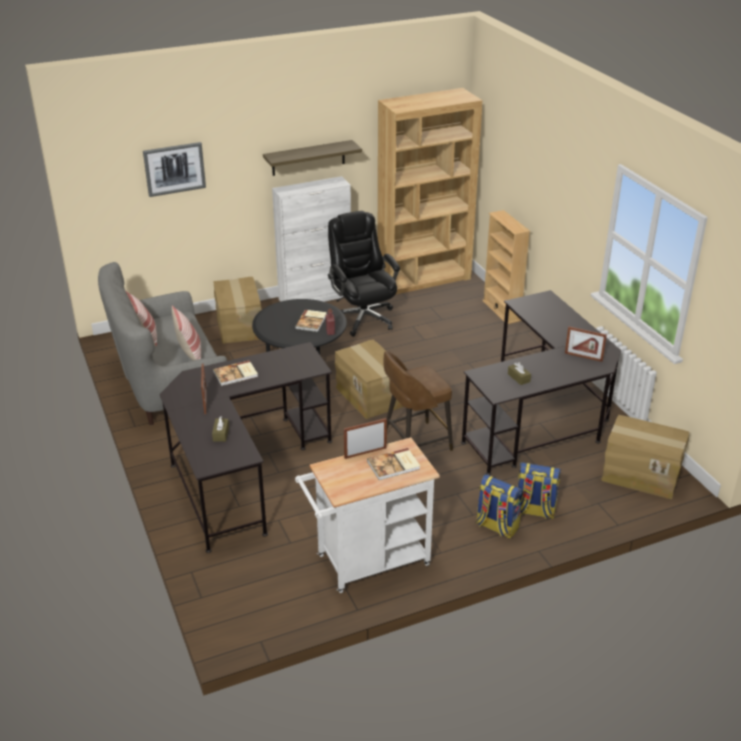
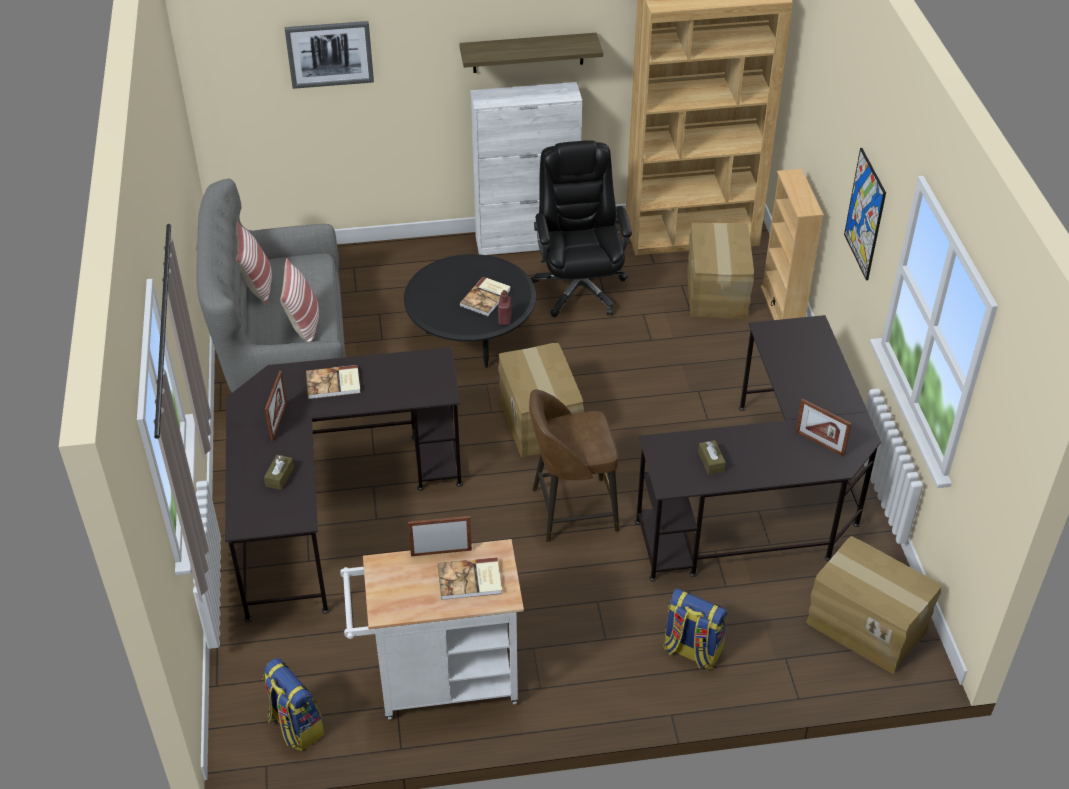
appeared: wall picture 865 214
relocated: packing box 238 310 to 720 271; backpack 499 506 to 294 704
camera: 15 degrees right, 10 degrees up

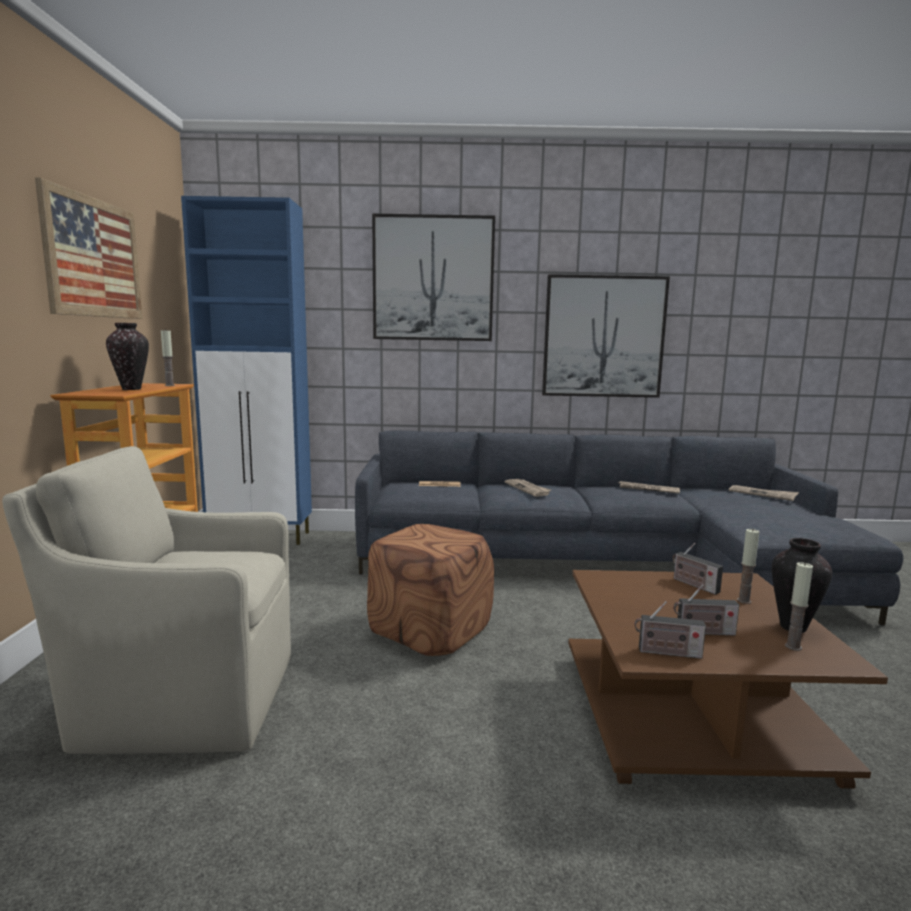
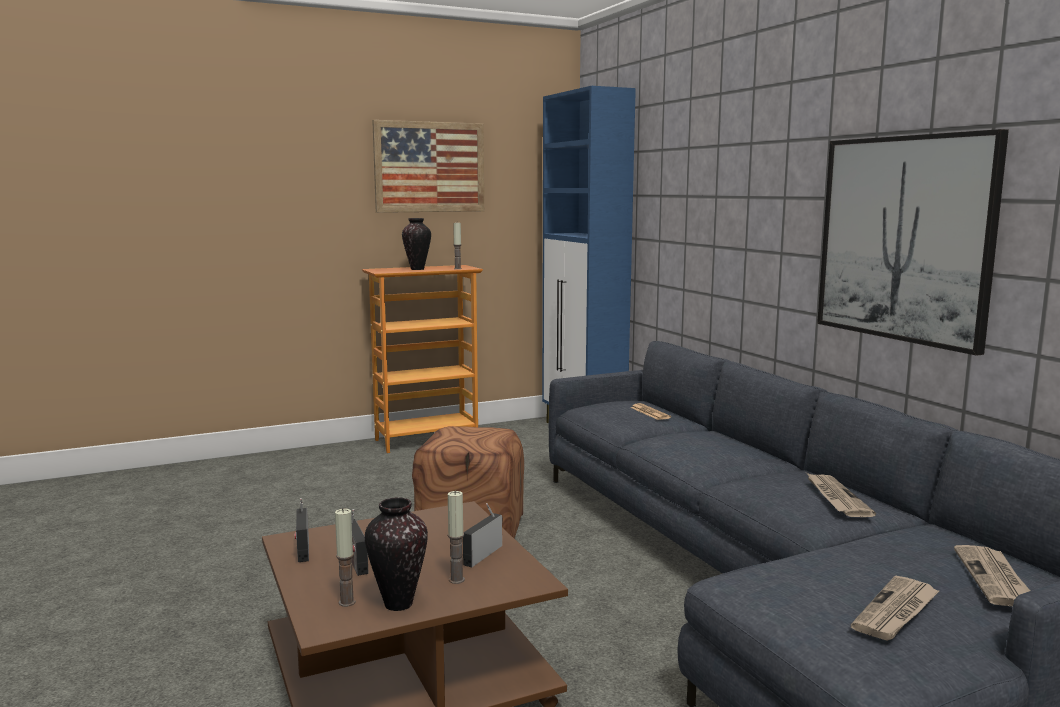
missing: lounge chair (sand-coloured) 146 600; wall picture 433 277
relocated: daily paper 528 488 to 895 608
camera: 65 degrees right, 0 degrees up

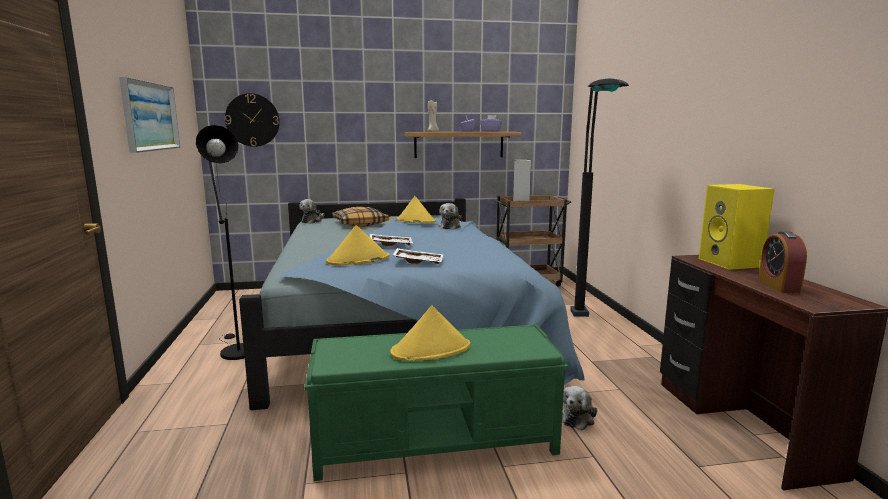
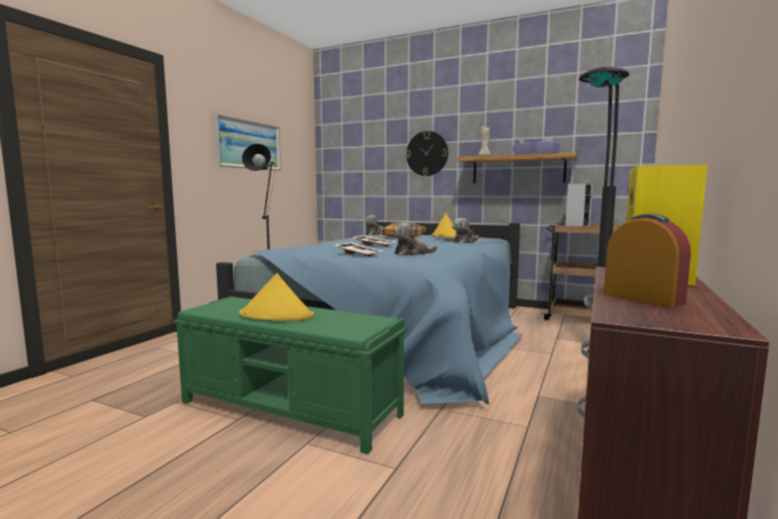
missing: hat (yellow) 358 245
relocated: clock on the wall 252 120 to 427 153; soft toy 579 408 to 415 239
spun: table clock 782 262 = 647 260 105 degrees clockwise
camera: 35 degrees right, 5 degrees down

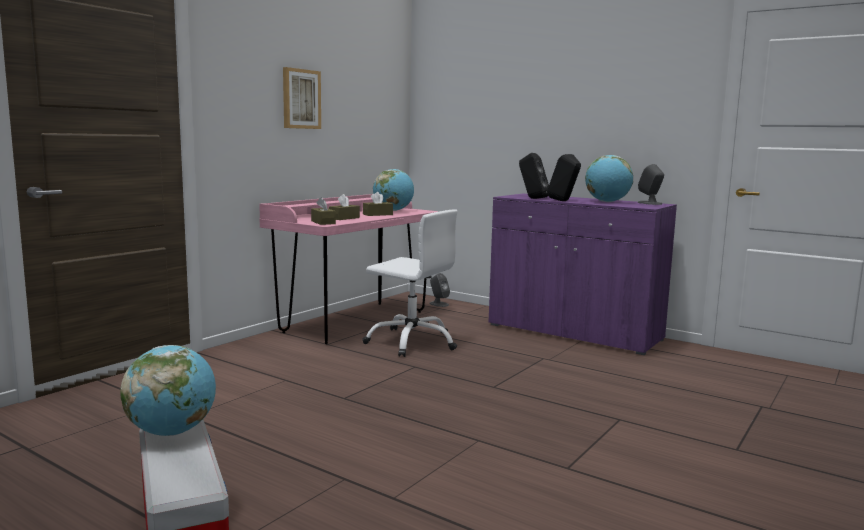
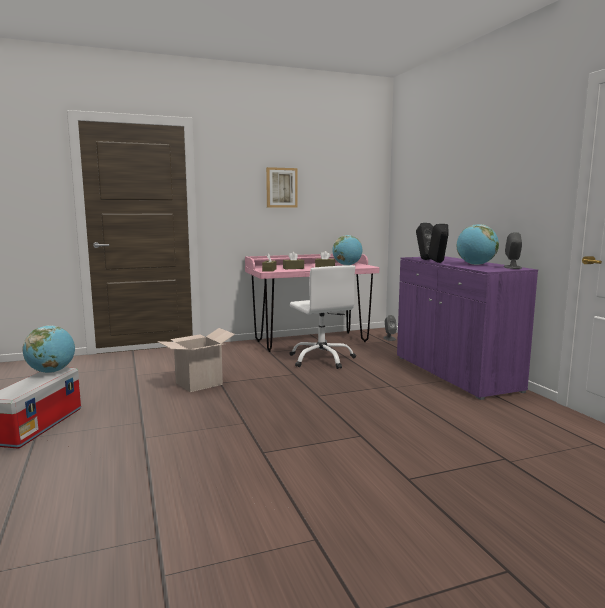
appeared: packing box 196 360
camera: 35 degrees right, 0 degrees up

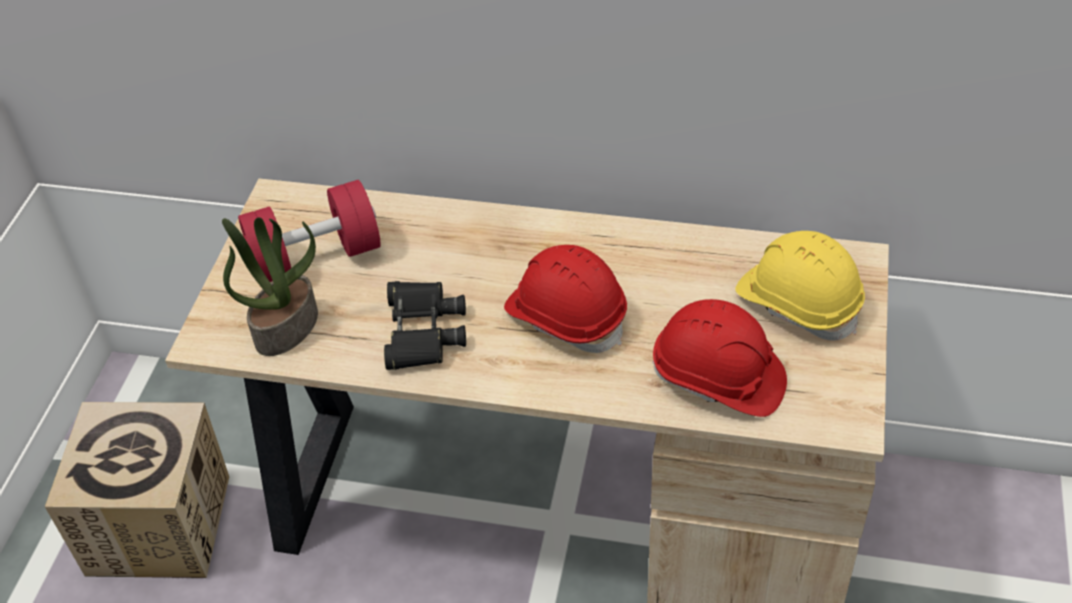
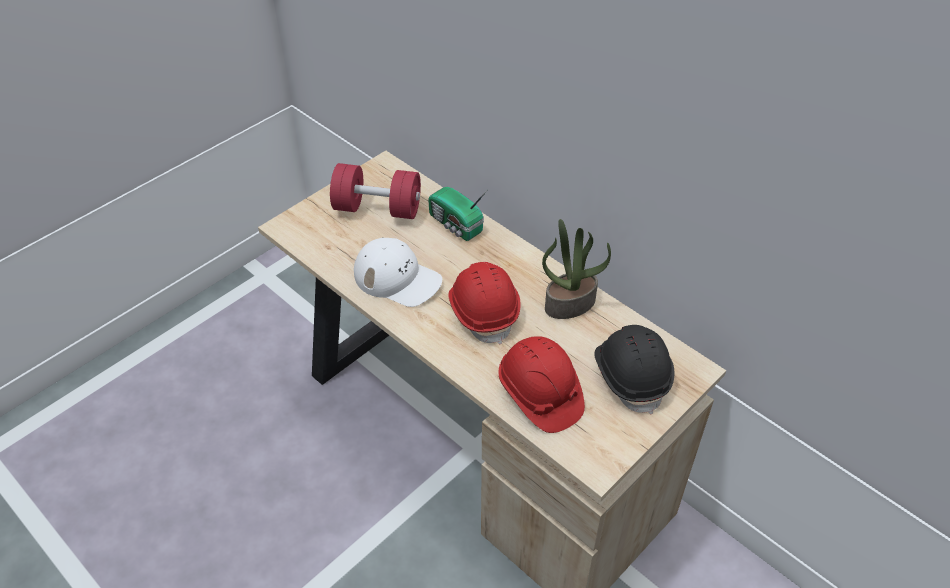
missing: packing box 137 490
appeared: radio 457 214
relocated: potted plant 270 286 to 576 269
exchanged: pair of binoculars (black) 425 325 to peaked cap (white-coloured) 398 272
colour: work helmet (yellow) 800 286 to work helmet (black) 634 370
camera: 30 degrees right, 0 degrees up

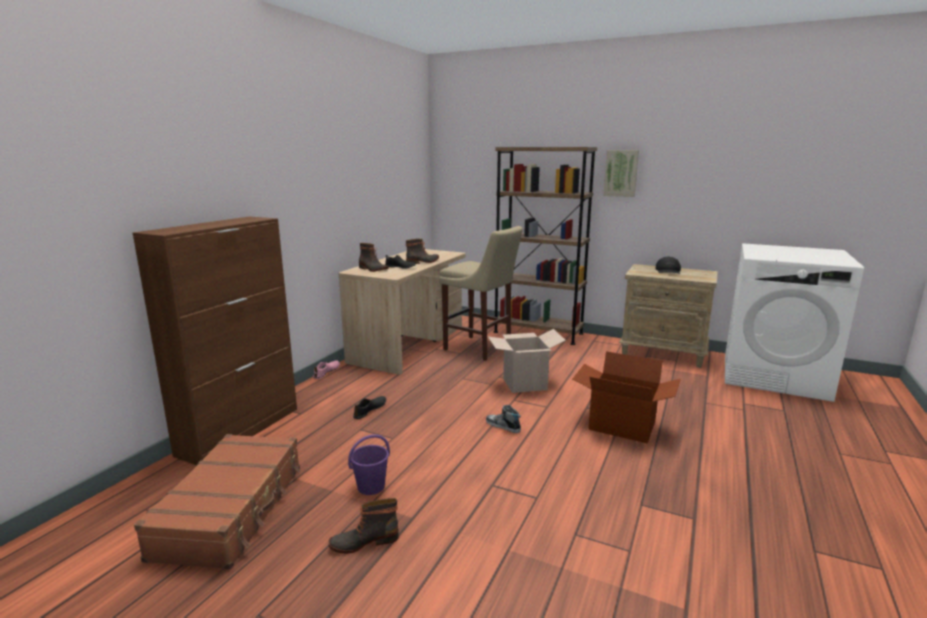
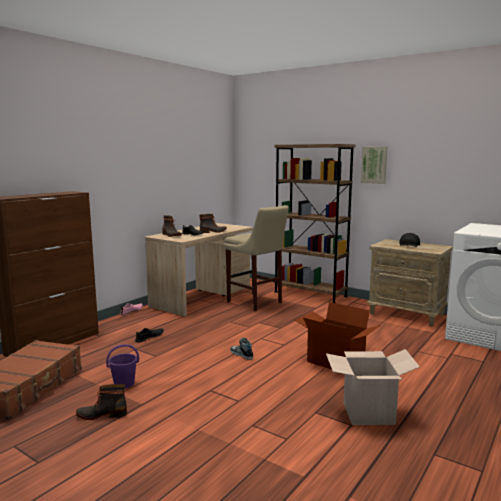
relocated: packing box 527 361 to 373 387
camera: 10 degrees right, 5 degrees down

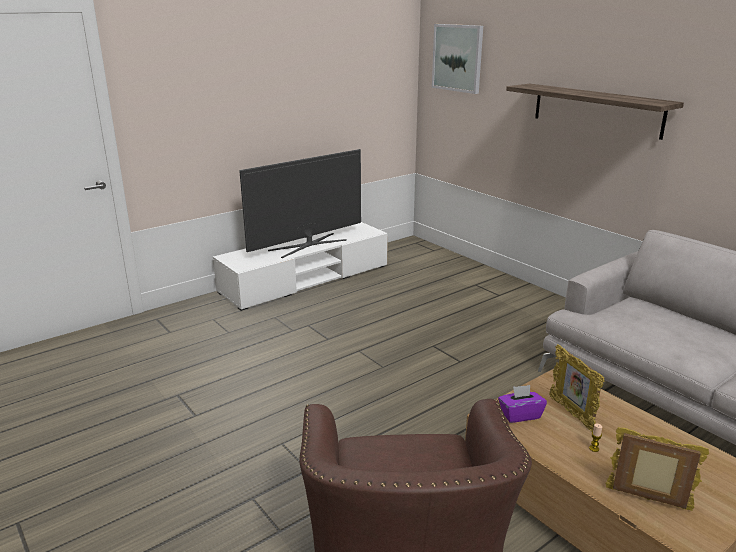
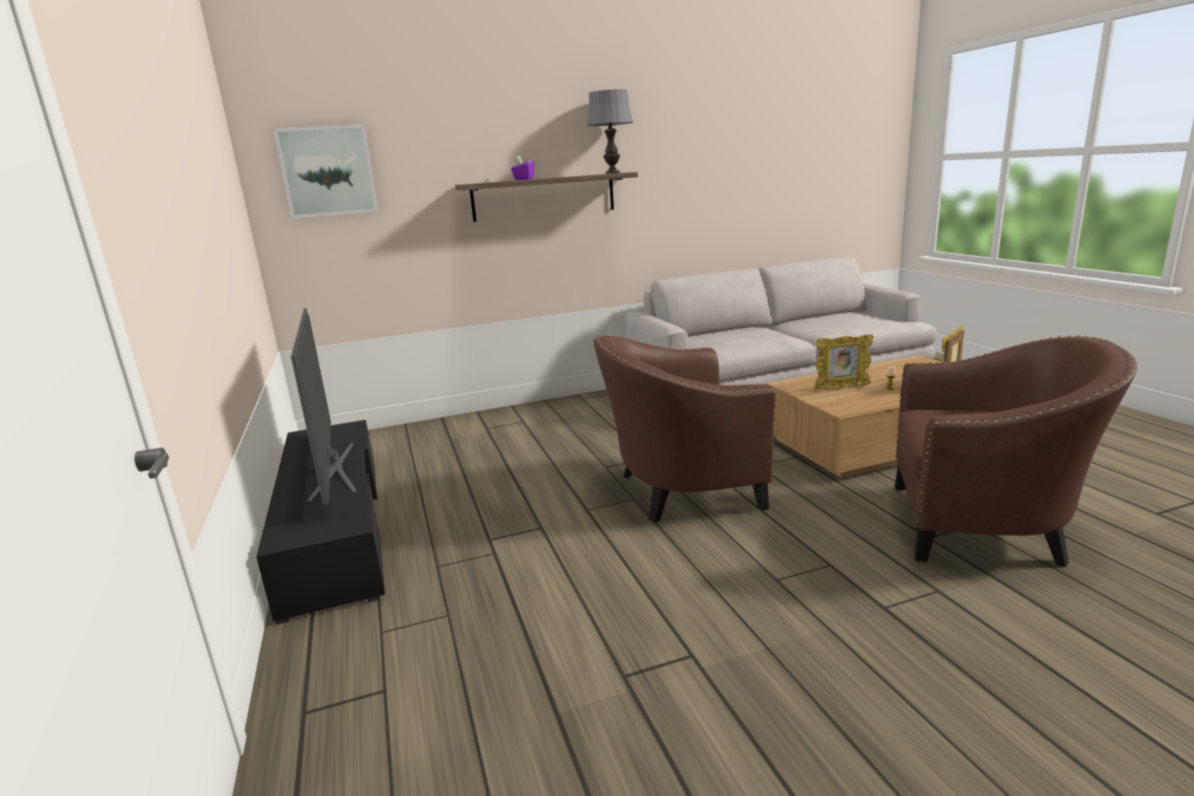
appeared: table lamp (grey) 610 131; lounge chair (brown-coloured) 685 428
relocated: box of tissues (purplish) 522 404 to 522 168
colour: media console (white-coloured) 300 266 to media console (black) 320 522
camera: 70 degrees left, 5 degrees down

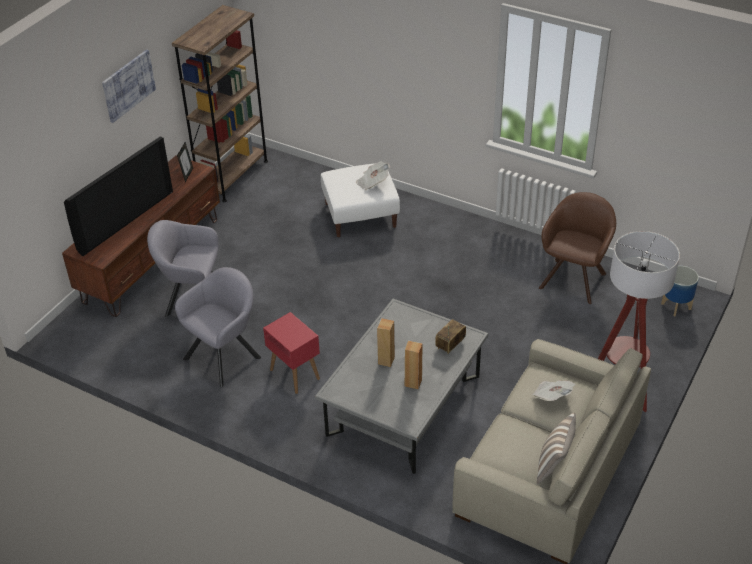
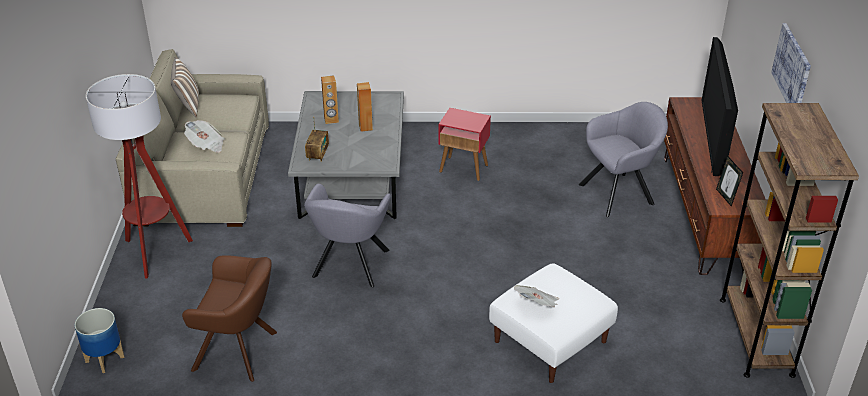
relocated: lounge chair (grey) 218 327 to 347 235
spun: lounge chair (brown-coloured) 577 248 = 229 318 75 degrees counterclockwise
camera: 150 degrees right, 5 degrees down

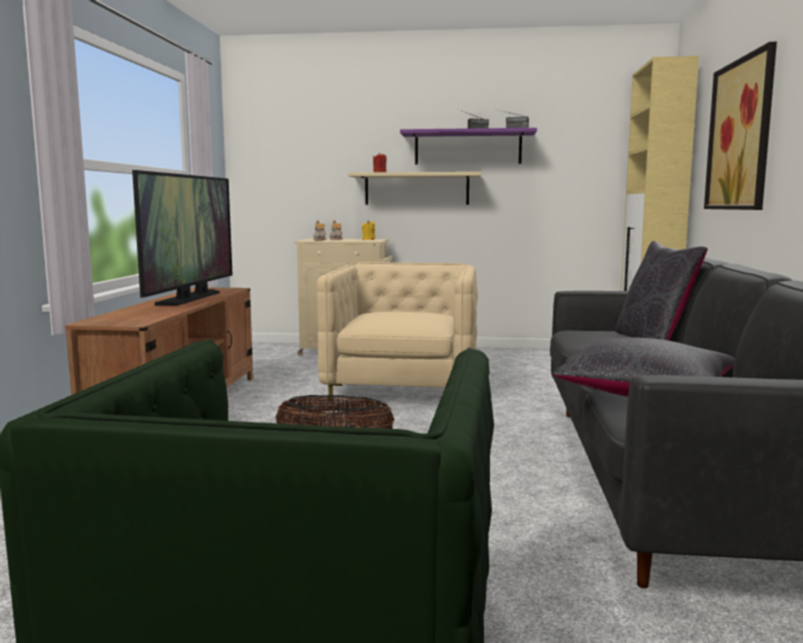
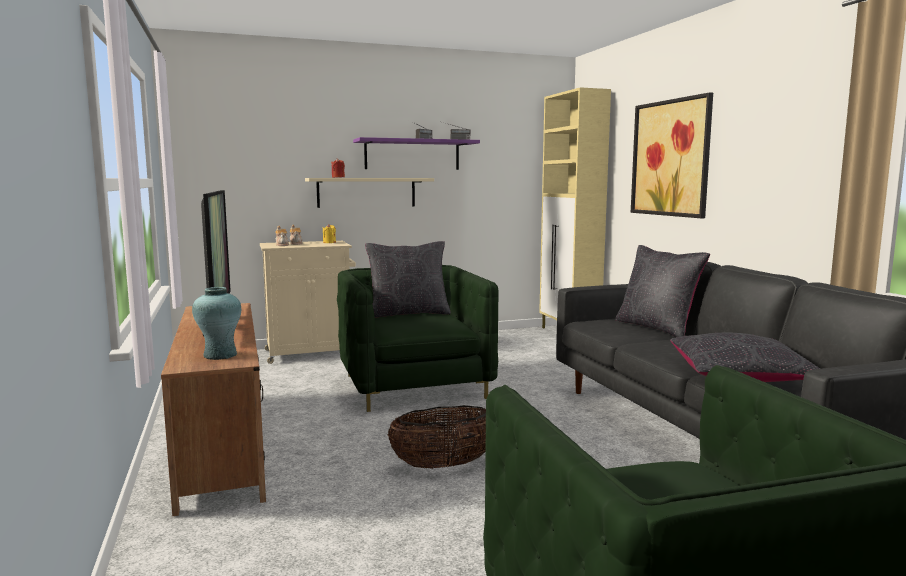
appeared: vase (turquoise-coloured) 216 323; throw pillow (black) 408 279
colour: lounge chair (sand-coloured) 397 332 to lounge chair (green) 418 338
camera: 25 degrees left, 0 degrees up

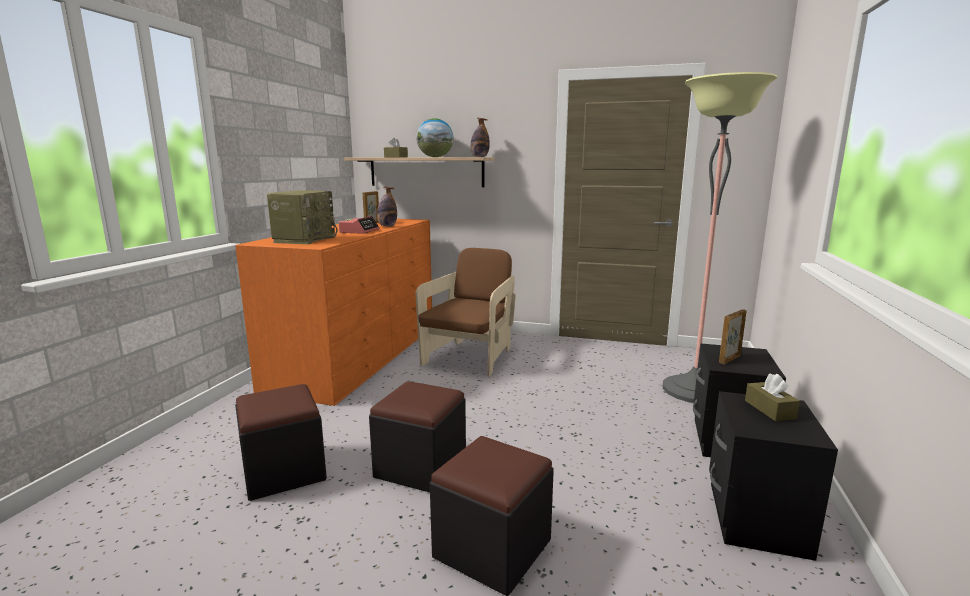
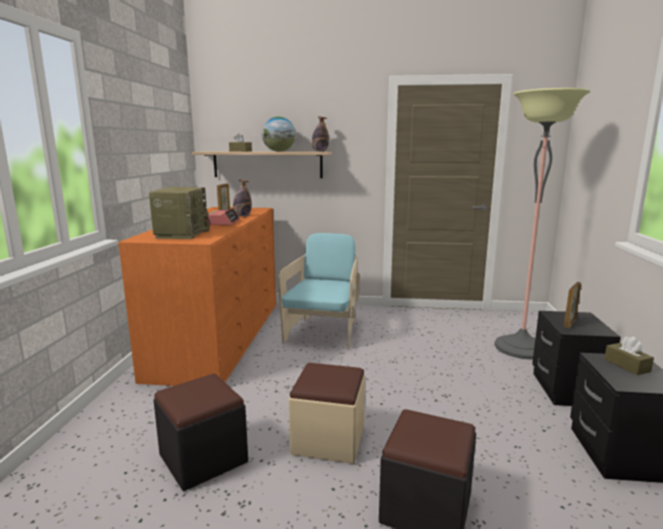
colour: ottoman (black) 417 437 to ottoman (sand-coloured) 327 413; lounge chair (brown-coloured) 466 312 to lounge chair (turquoise-coloured) 319 291
camera: 10 degrees left, 0 degrees up

